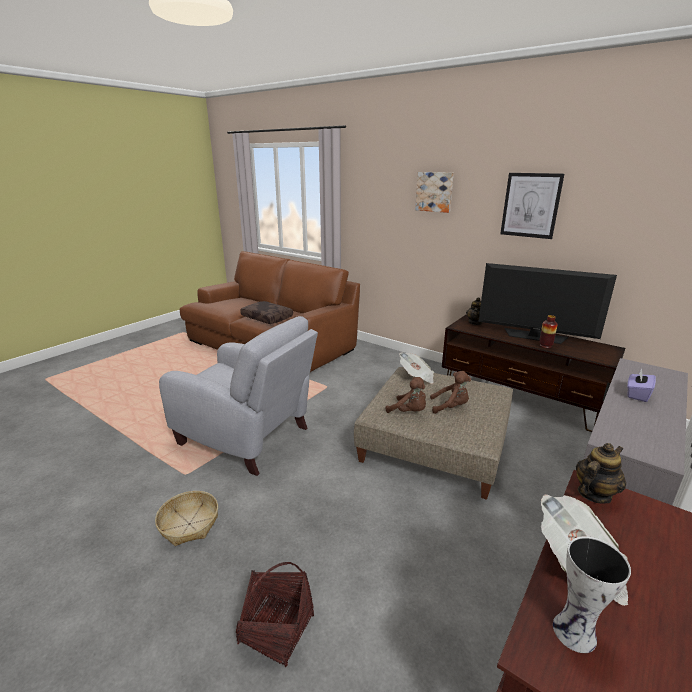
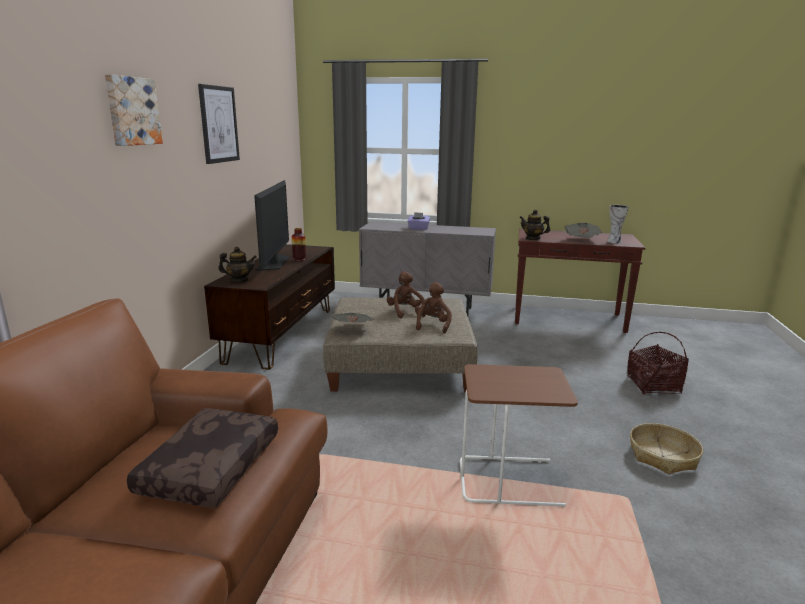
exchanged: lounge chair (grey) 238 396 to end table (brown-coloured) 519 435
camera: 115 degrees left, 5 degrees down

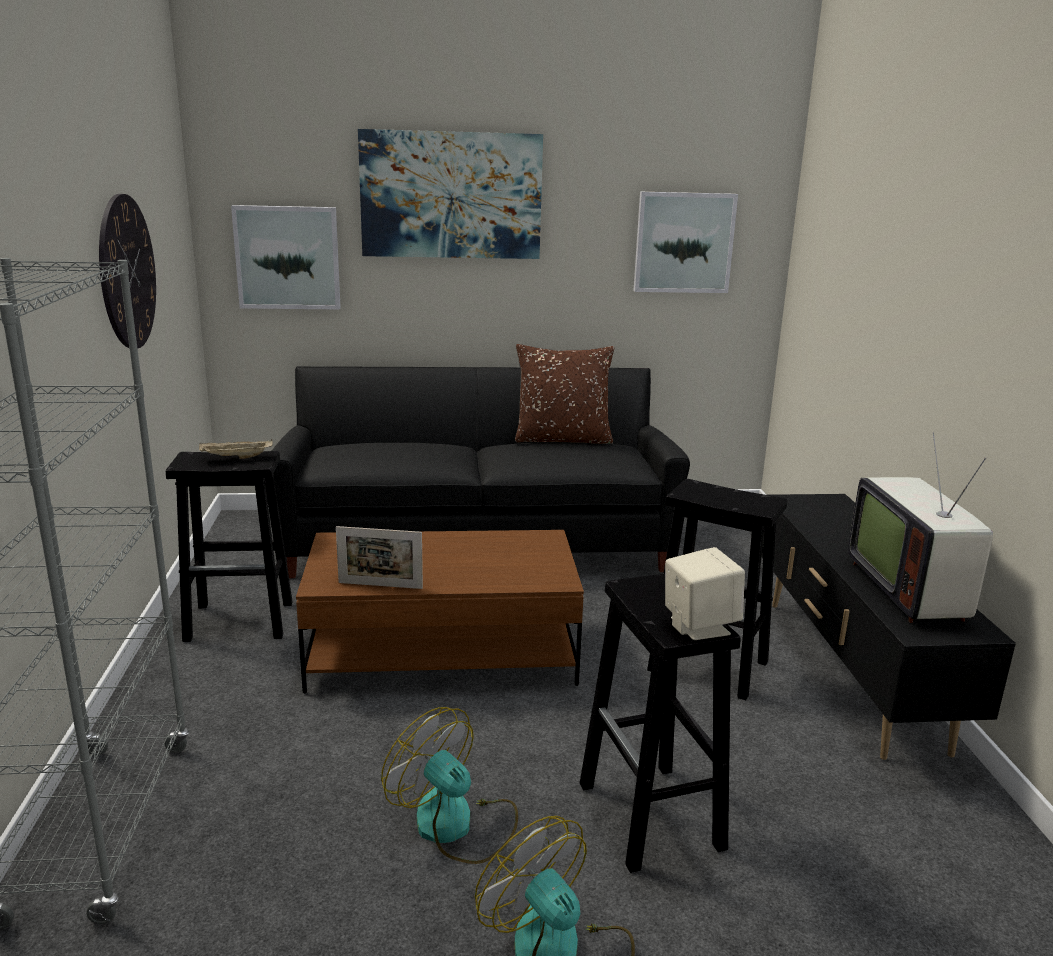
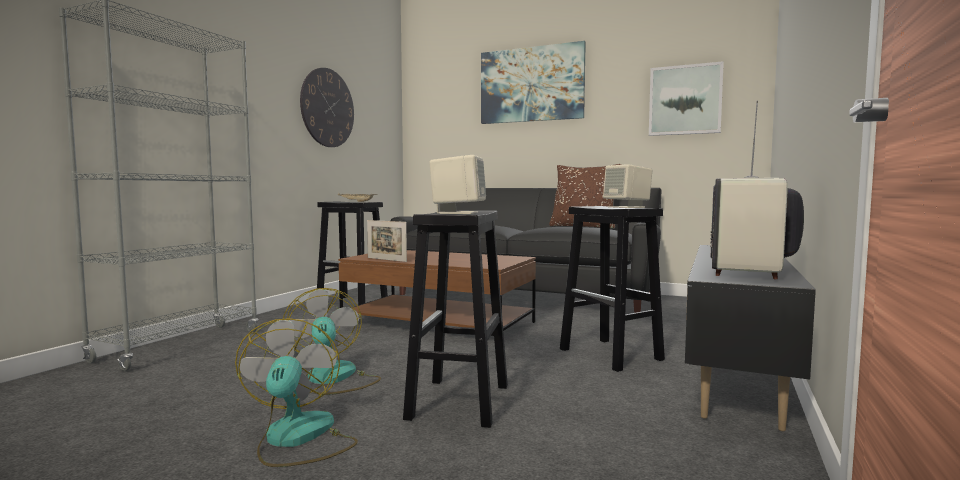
missing: wall picture 286 257
appeared: audio speaker (sand-coloured) 627 186
camera: 30 degrees right, 15 degrees down

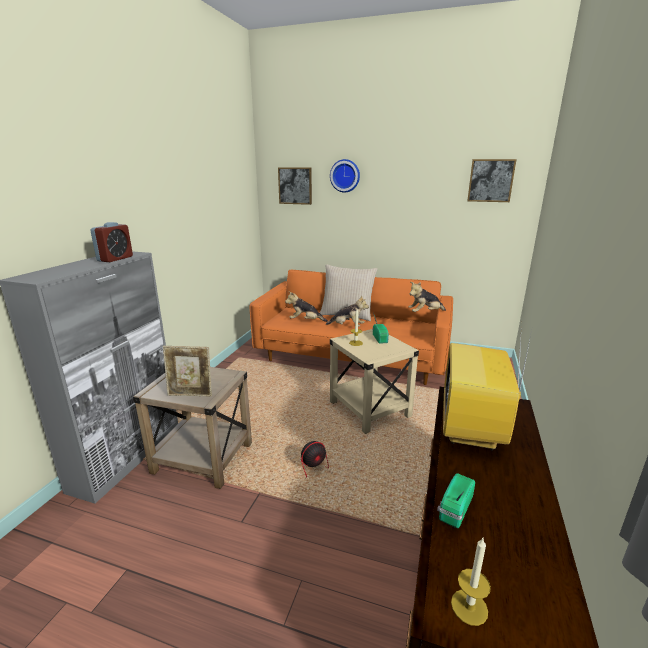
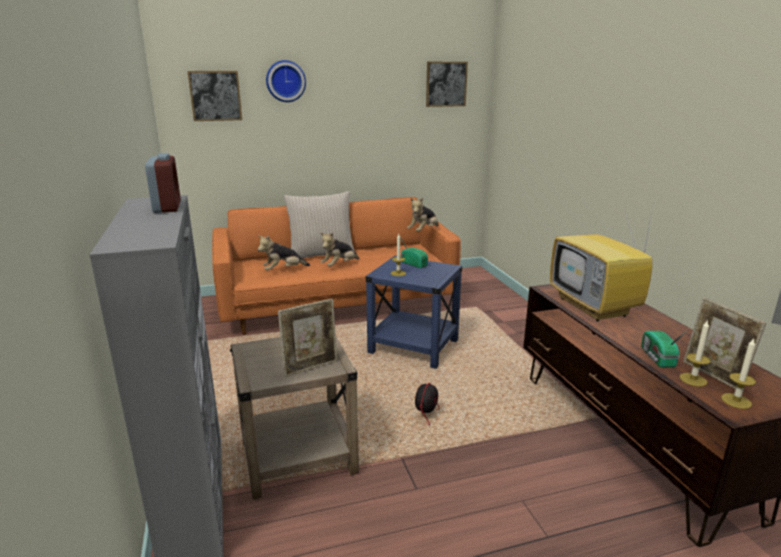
appeared: wax candle 695 353; photo frame 724 343
colour: end table (sand-coloured) 374 381 to end table (bluish) 414 312
spun: soft toy 347 311 = 339 249 150 degrees clockwise
camera: 35 degrees left, 0 degrees up

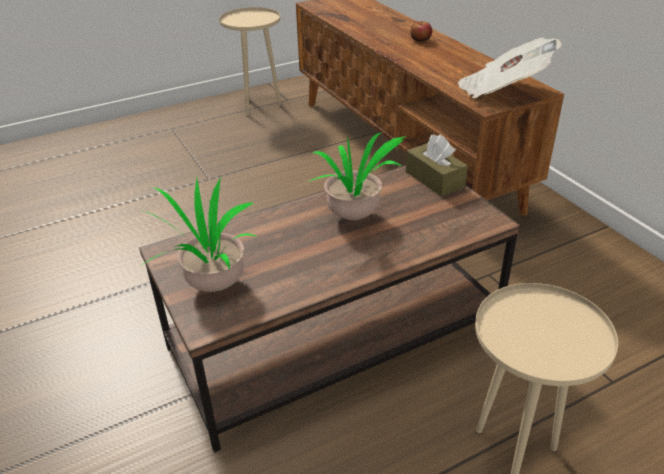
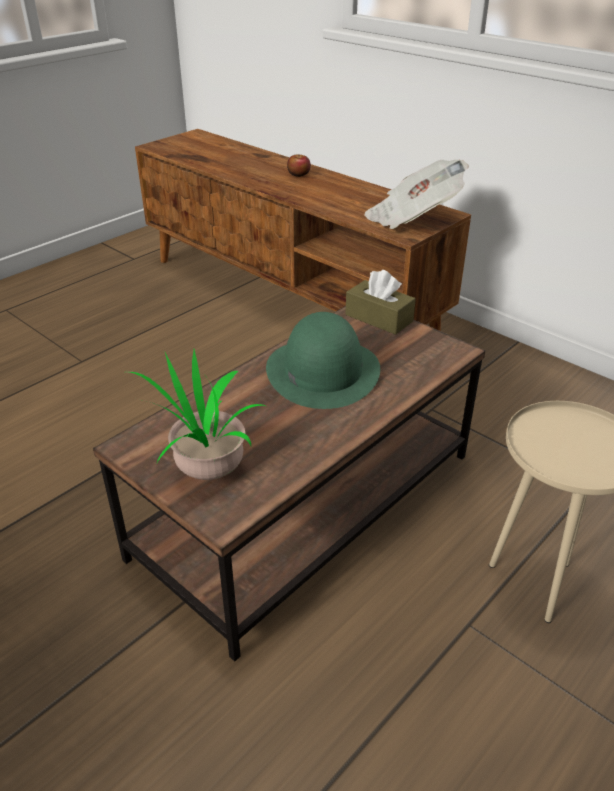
missing: end table (sand-coloured) 250 62
exchanged: potted plant 356 176 to hat (green) 323 360
camera: 20 degrees left, 0 degrees up

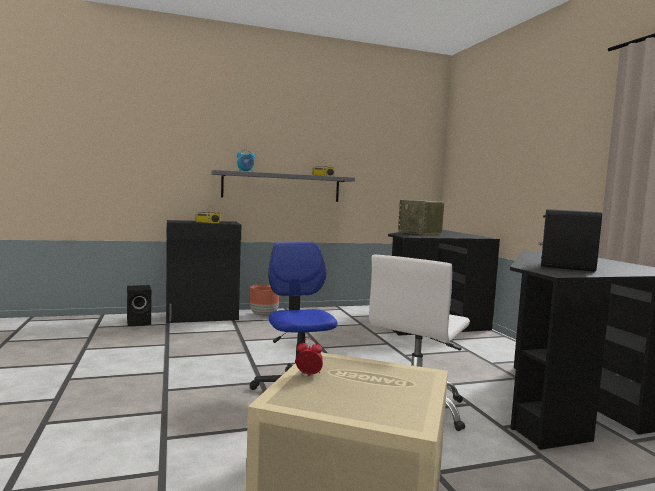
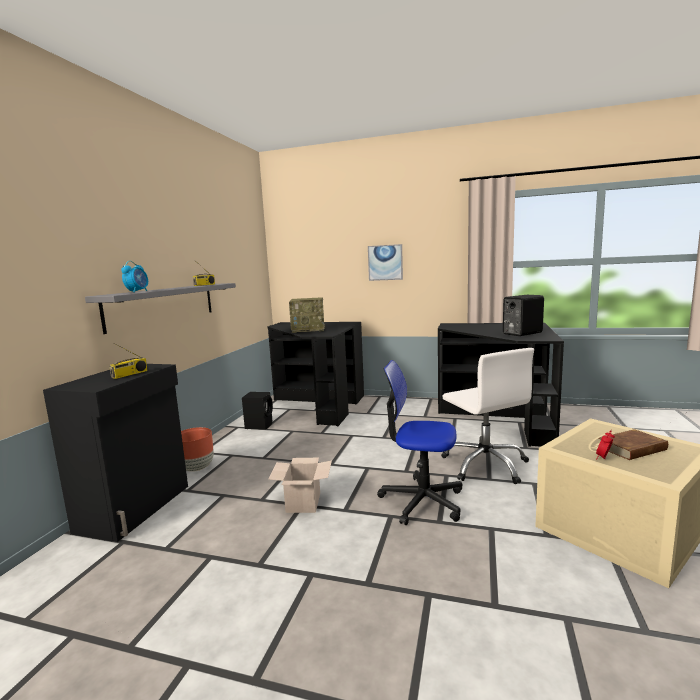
appeared: packing box 300 485; wall picture 385 262; book (brown-coloured) 633 444
relocated: audio speaker (black) 139 305 to 257 411
camera: 55 degrees left, 5 degrees up

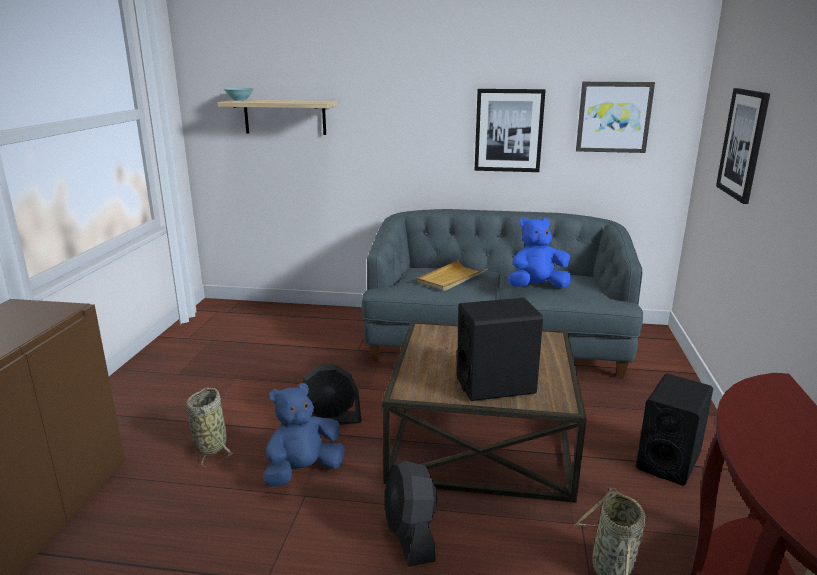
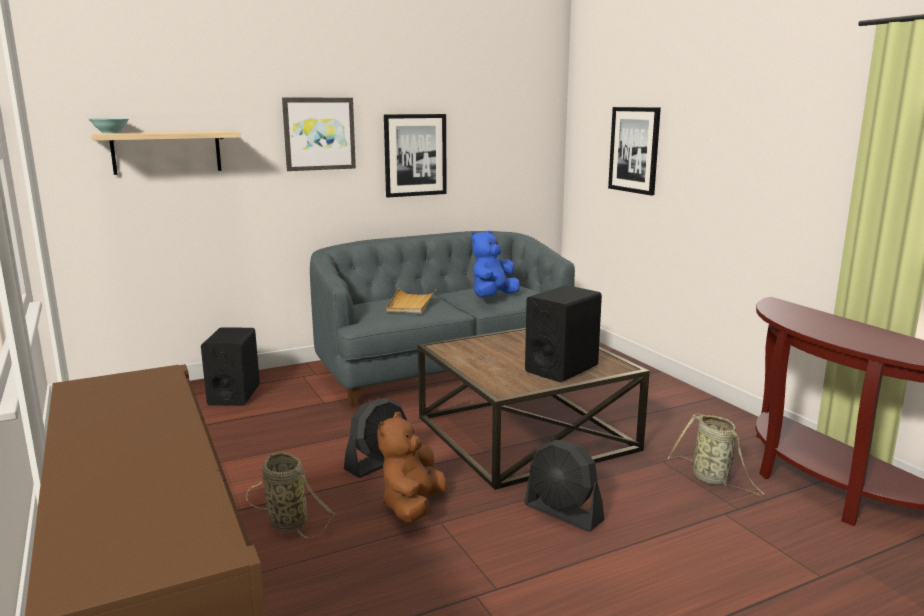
relocated: wall picture 615 117 to 319 134; audio speaker (black) 674 430 to 230 366
colour: soft toy (bluish) 304 435 to soft toy (brown-coloured) 412 467
camera: 35 degrees left, 5 degrees down

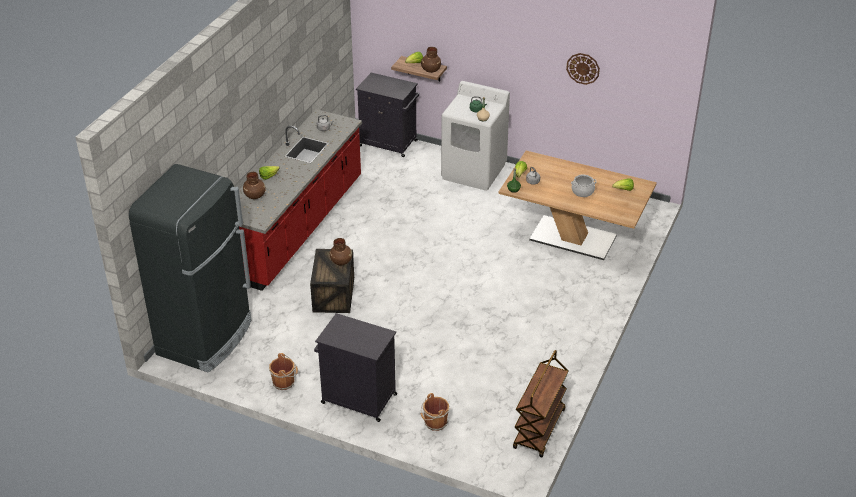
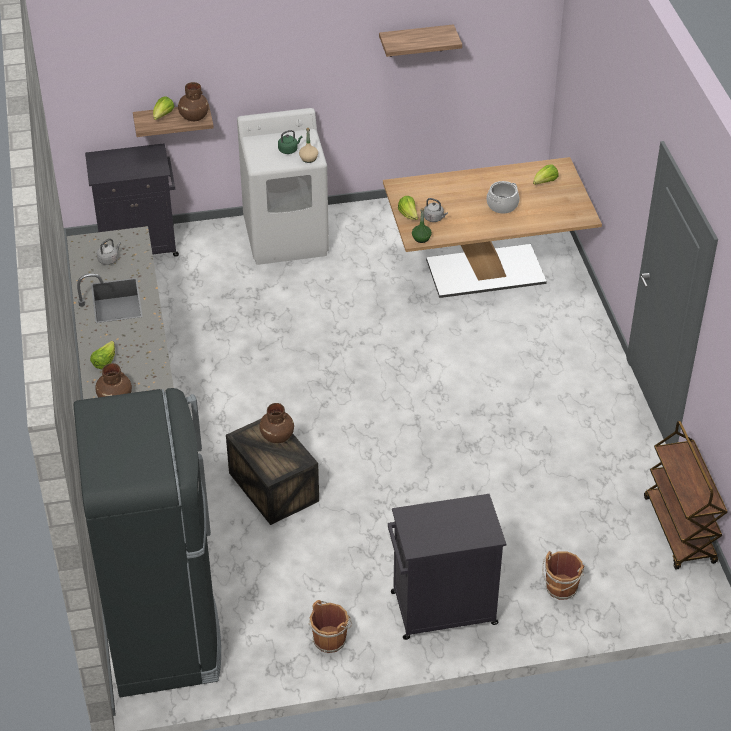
exchanged: clock on the wall 583 69 to shelf 420 40
camera: 35 degrees left, 5 degrees up

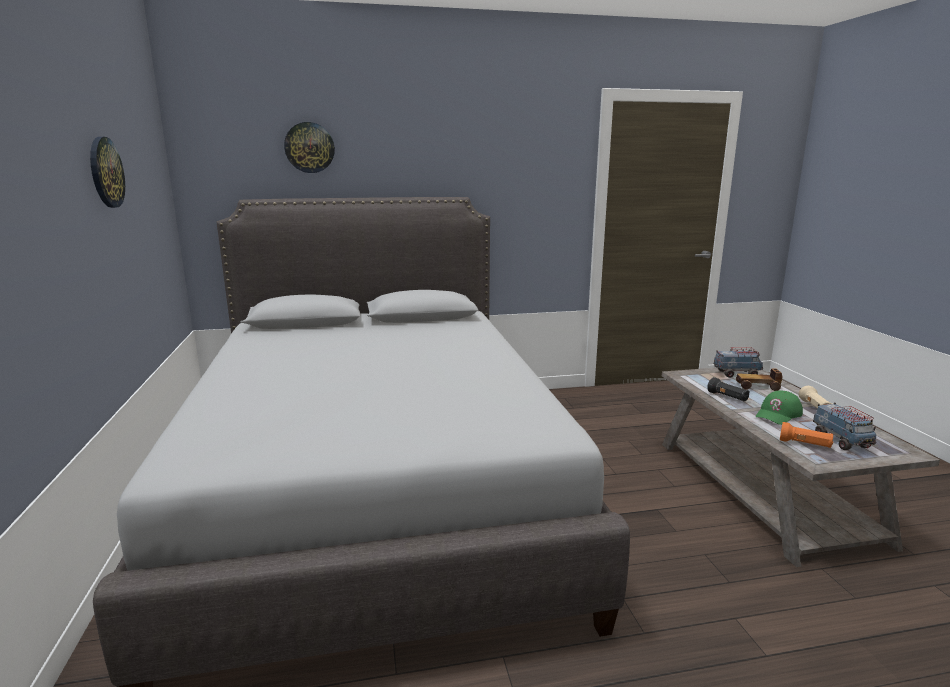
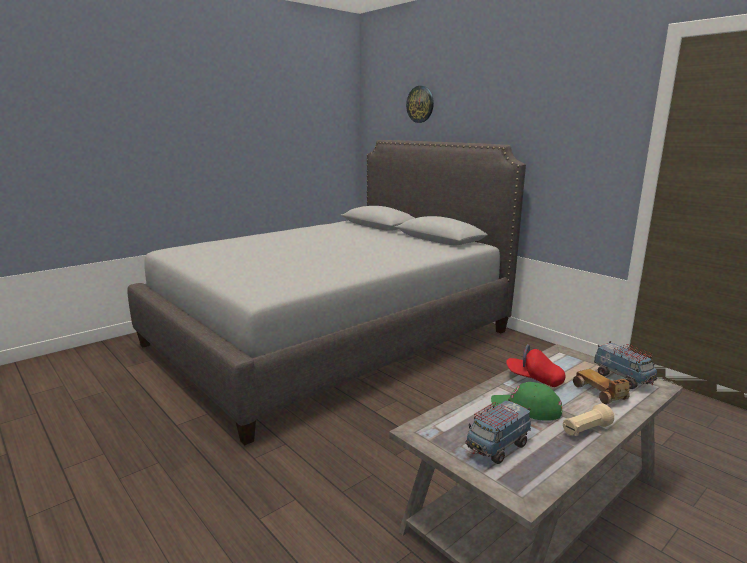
missing: clock on the wall 107 172; flashlight (orangey) 806 435
exchanged: flashlight (black) 728 389 to peaked cap (reddish) 536 365
camera: 60 degrees right, 0 degrees up

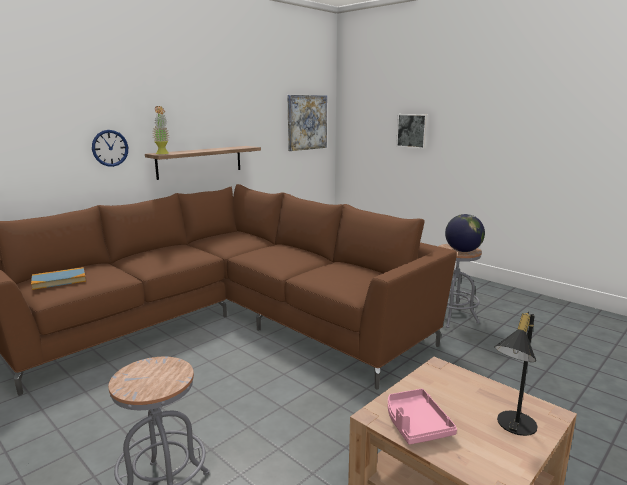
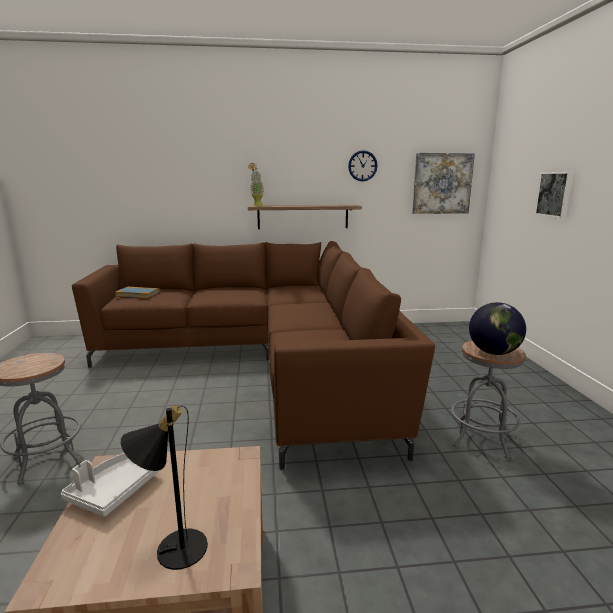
relocated: clock on the wall 110 148 to 362 165
colour: tray (pink-coloured) 422 416 to tray (grey) 110 485
camera: 40 degrees right, 0 degrees up

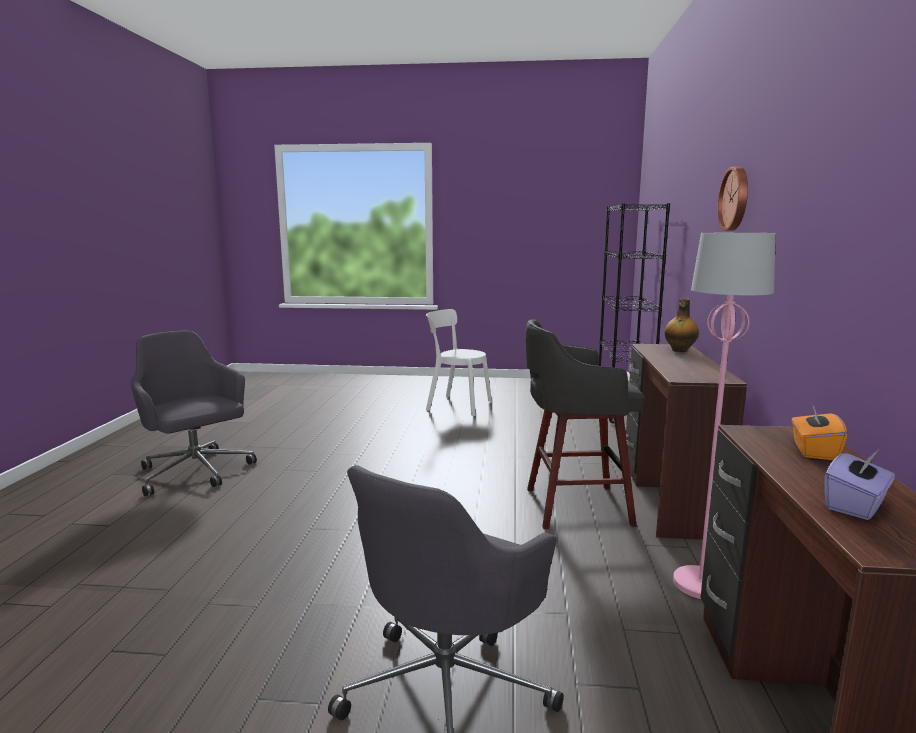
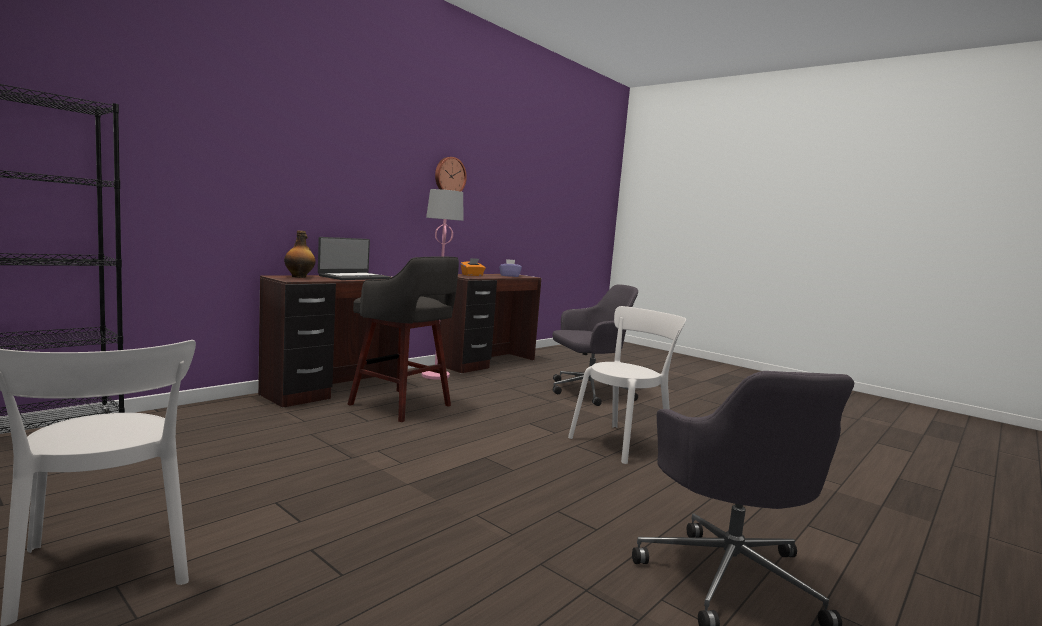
appeared: notebook computer 354 258; upright chair (white-coloured) 627 385
relocated: clock on the wall 732 199 to 451 174
camera: 145 degrees left, 5 degrees down

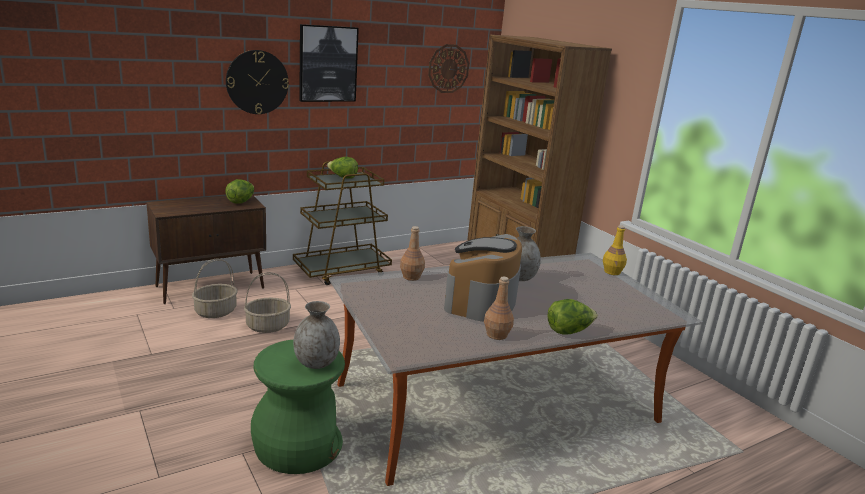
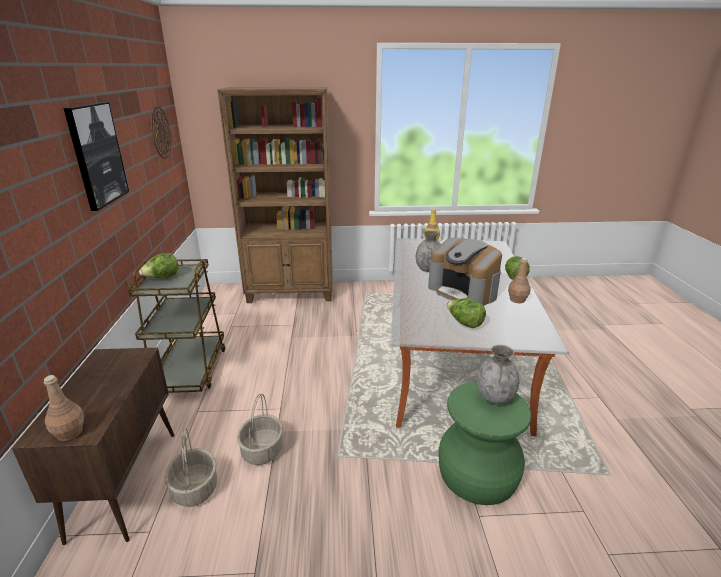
missing: clock on the wall 257 82
relocated: head of lettuce 239 191 to 466 313; drink bottle (brown-coloured) 412 253 to 64 408
camera: 60 degrees left, 5 degrees up

